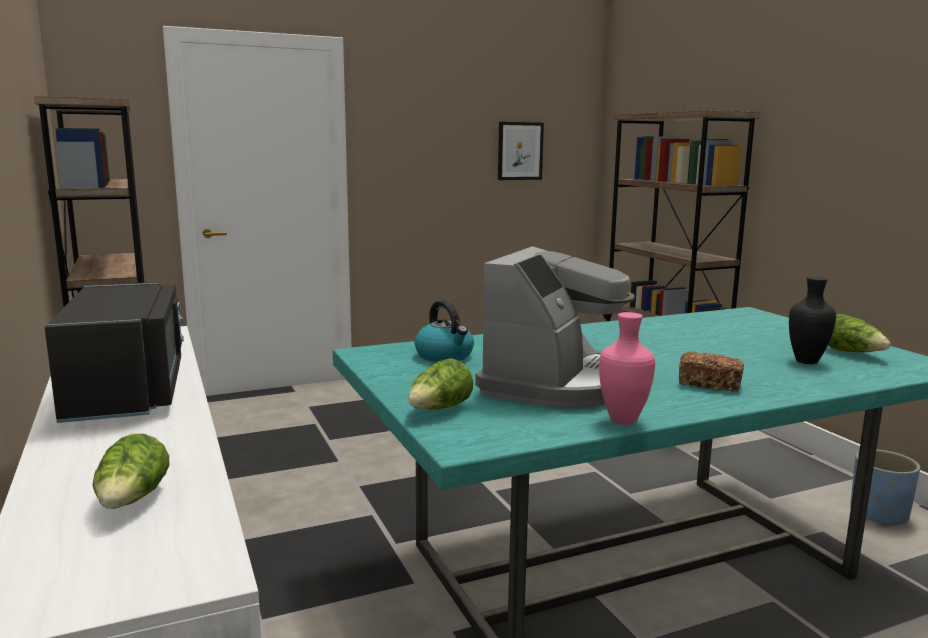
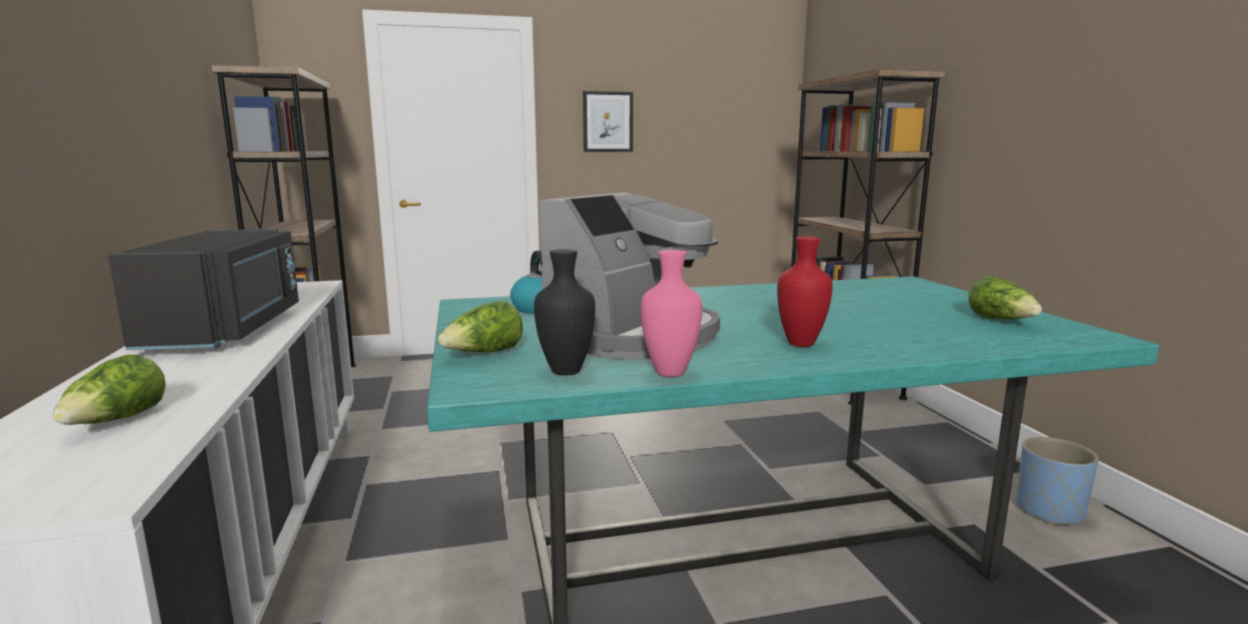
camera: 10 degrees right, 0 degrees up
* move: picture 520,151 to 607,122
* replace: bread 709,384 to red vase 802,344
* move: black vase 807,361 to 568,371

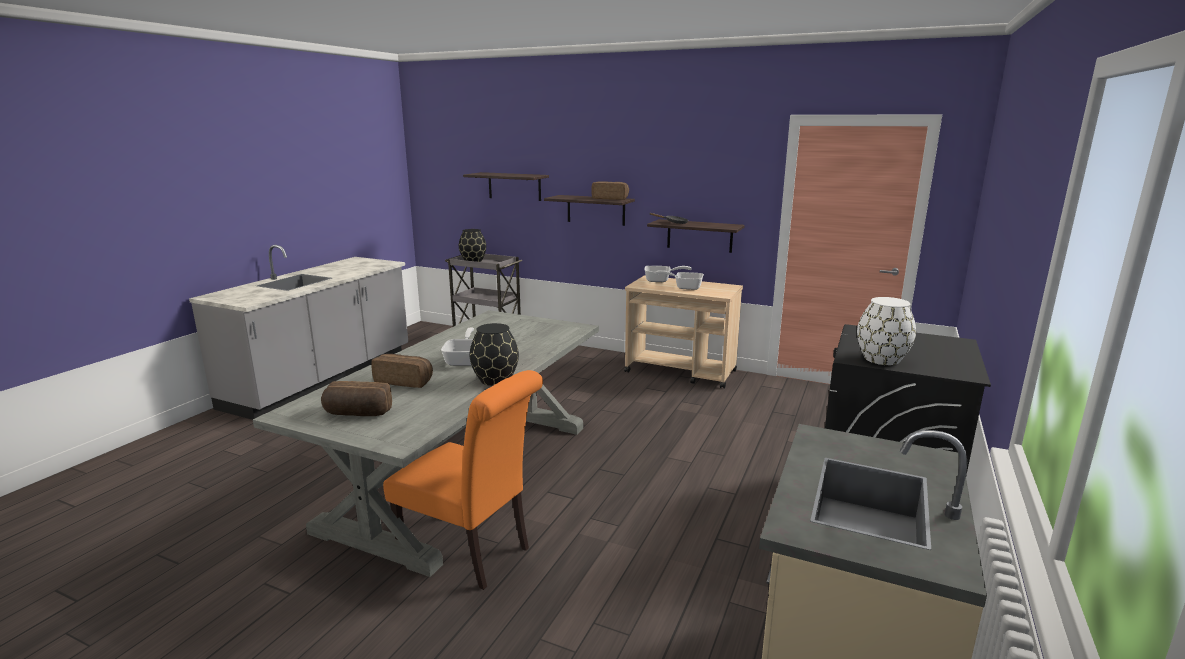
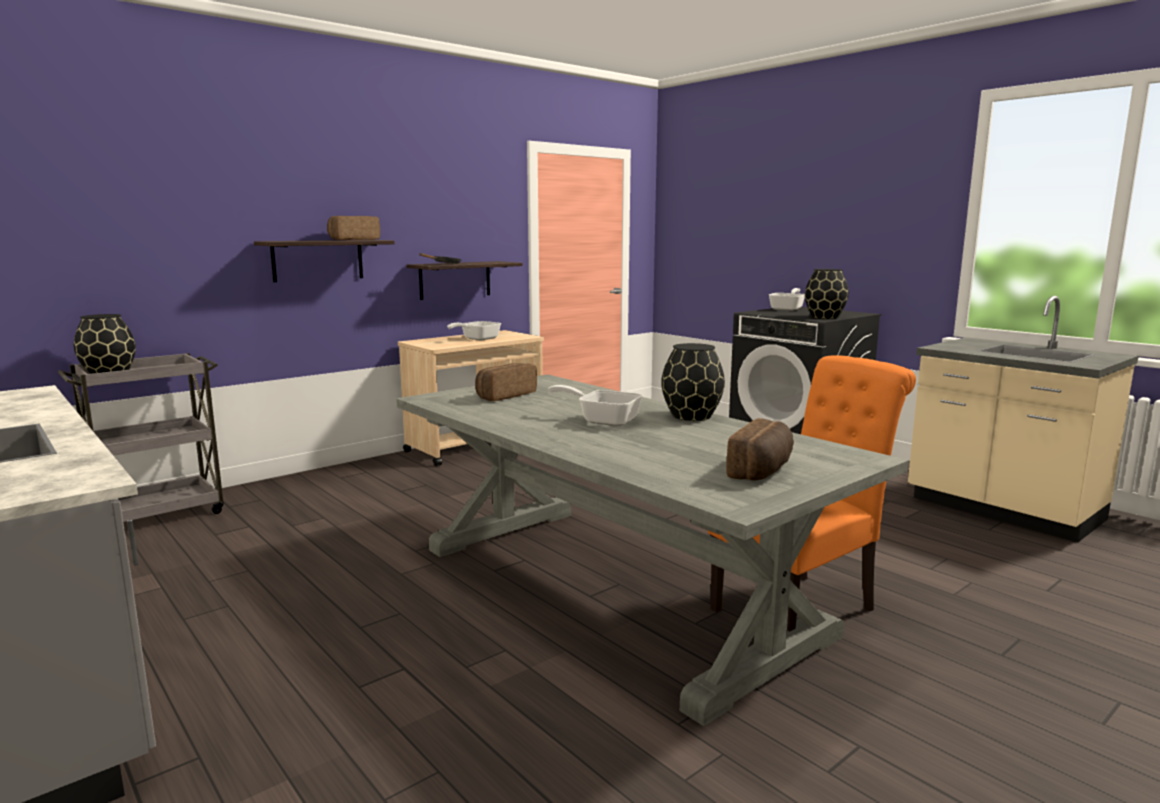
camera: 65 degrees left, 5 degrees down
* move: bread 405,381 to 504,395
* delete: shelf 514,186
* move: frying pan 661,280 to 788,309
* recolor: white vase 881,359 to black vase 825,317

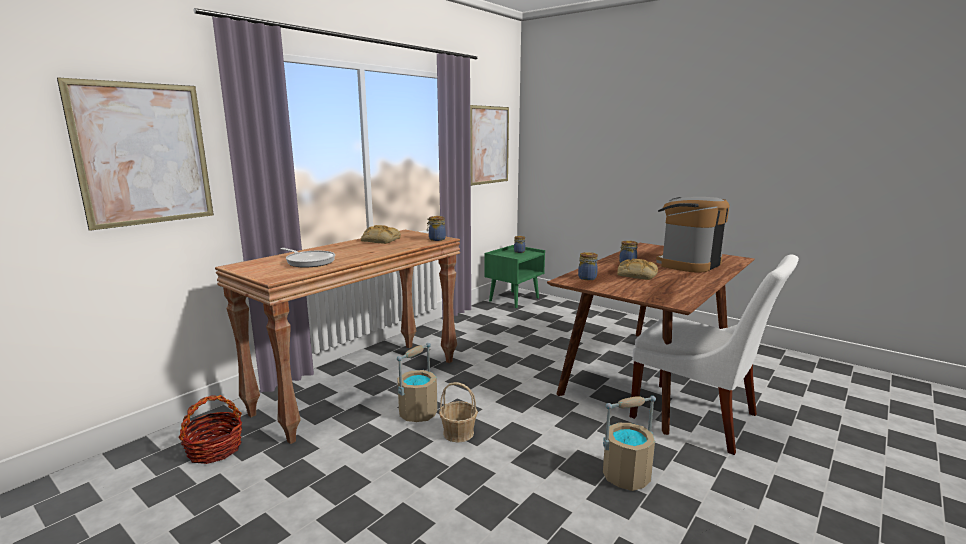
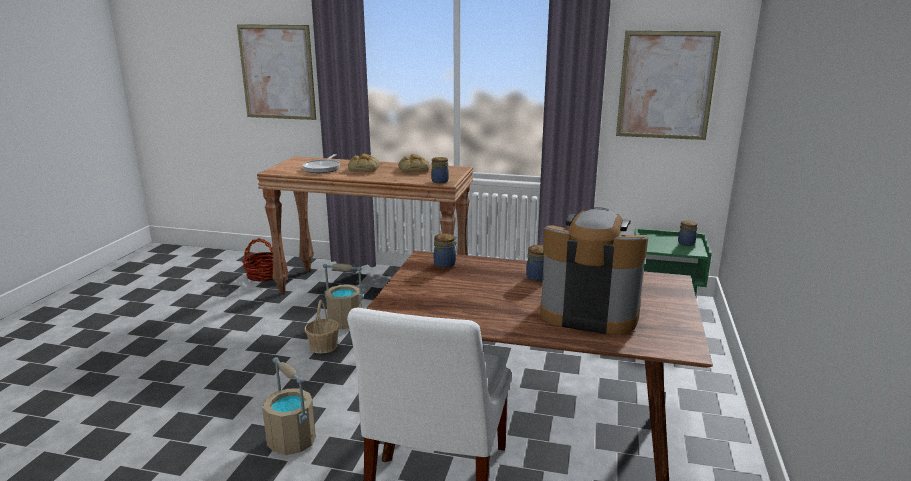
camera: 65 degrees right, 5 degrees up
* move: bread 636,275 to 363,168

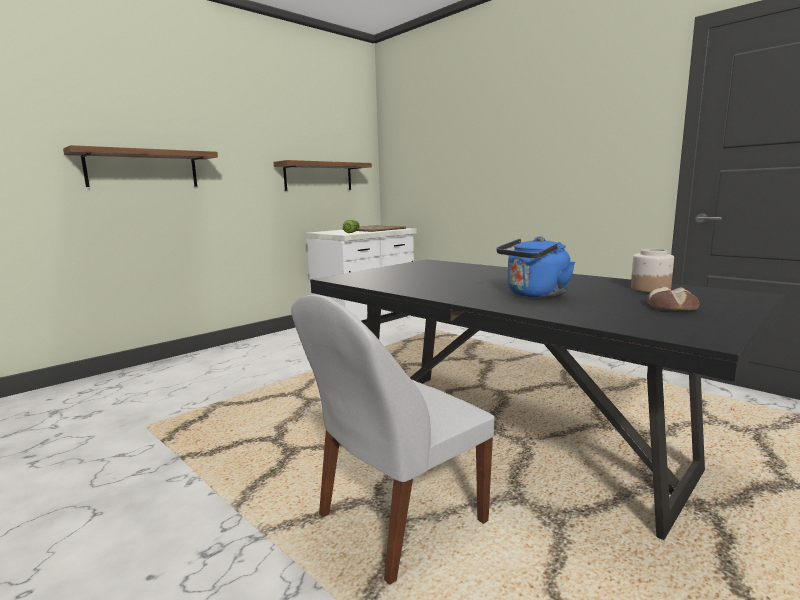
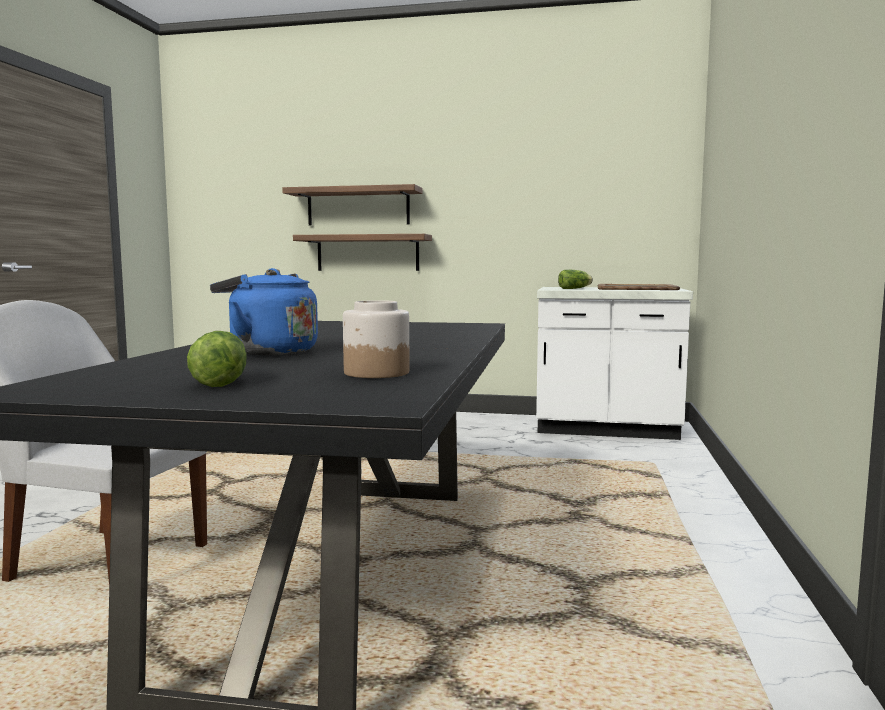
camera: 55 degrees right, 5 degrees down
* move: shelf 318,176 to 368,253
* replace: bread 671,307 to lettuce 221,381

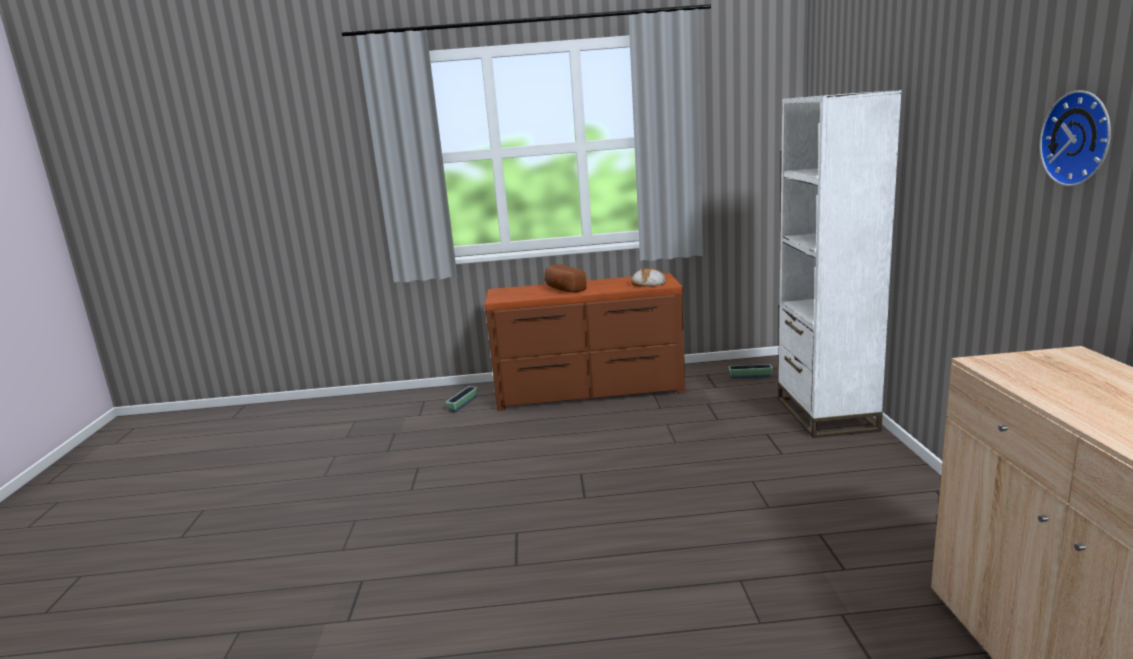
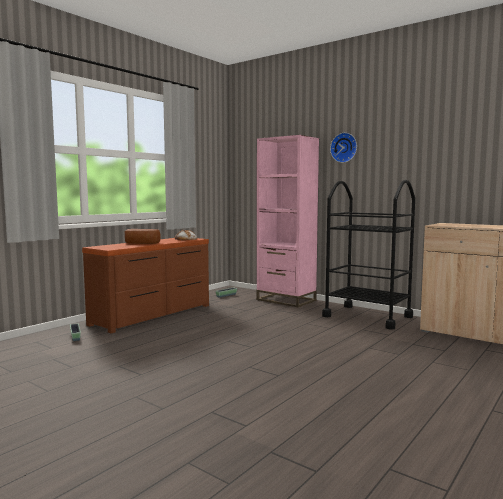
camera: 50 degrees left, 10 degrees down
* recolor: white bookcase 826,414 to pink bookcase 286,300
* move: wall clock 1080,138 to 344,147
* insert: black cart 367,316

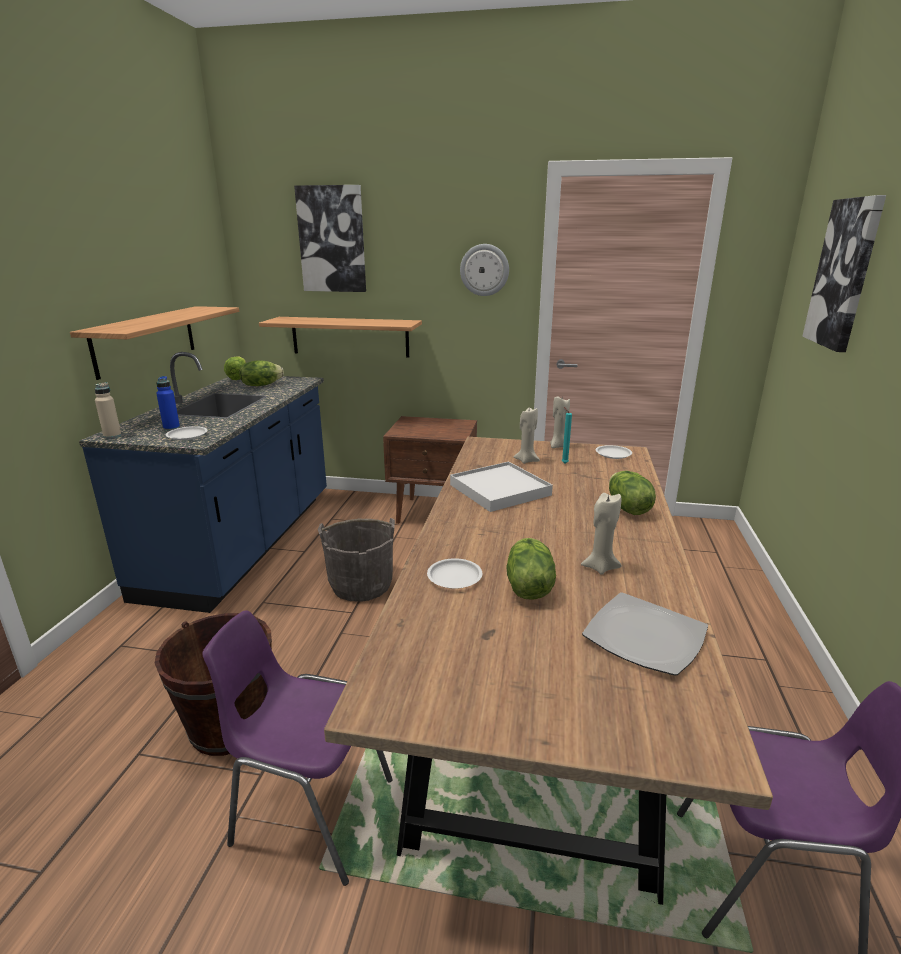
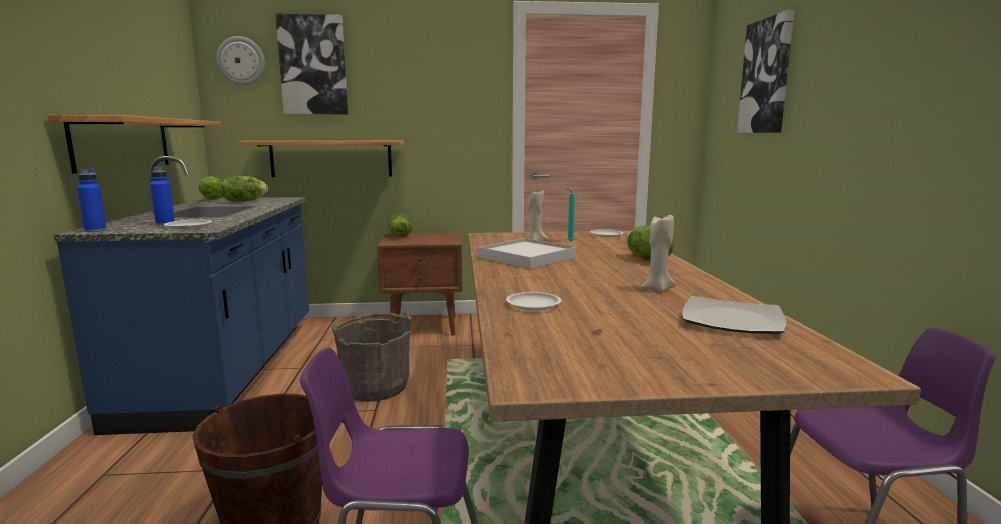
camera: 15 degrees left, 10 degrees down
* recolor: beige bottle 112,436 to blue bottle 95,230
* move: wall clock 484,270 to 241,61
* move: lettuce 527,587 to 400,235
* delete: beige candle 559,446

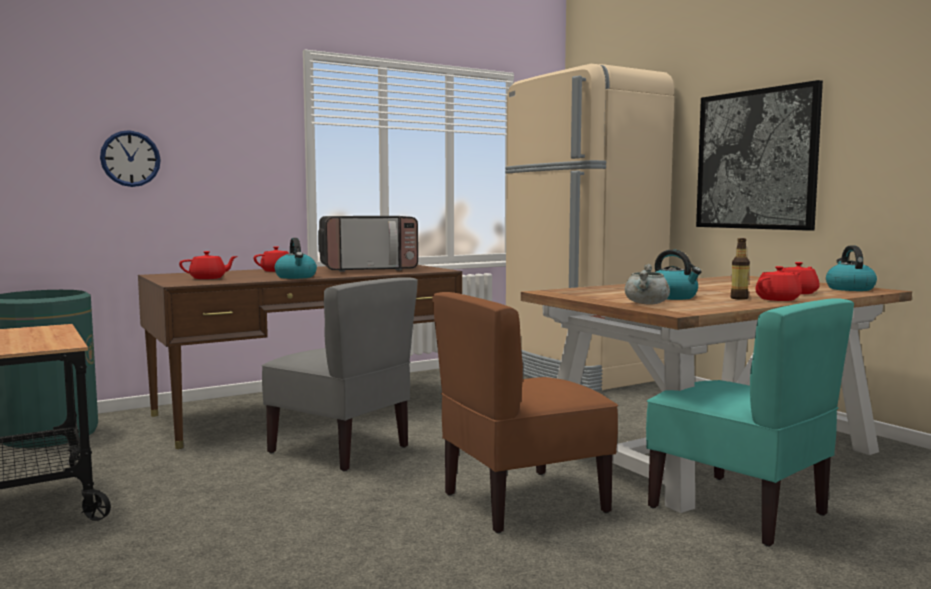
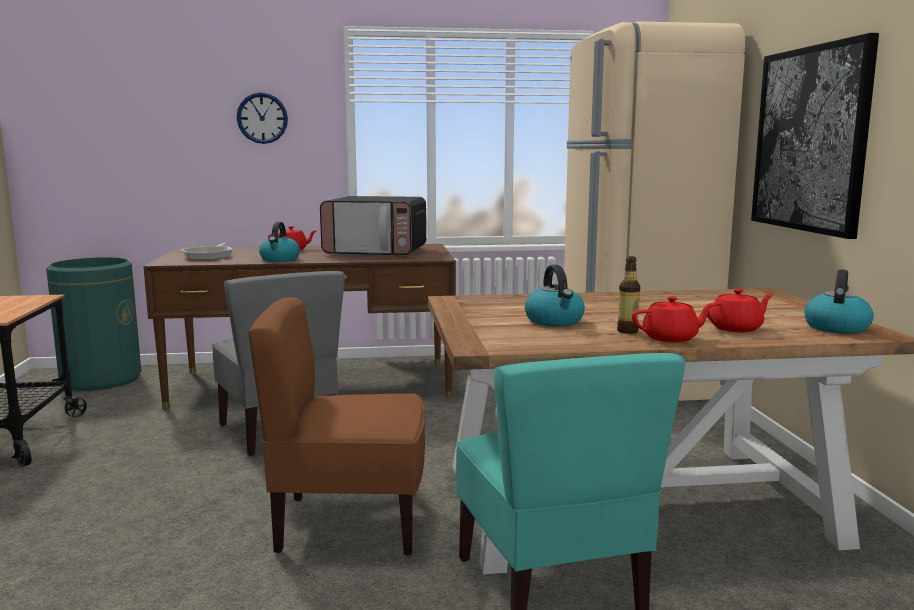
camera: 25 degrees right, 5 degrees up
* move: wall clock 130,158 to 262,118
* replace: red teapot 208,278 to frying pan 209,256
* delete: grey cooking pot 647,304

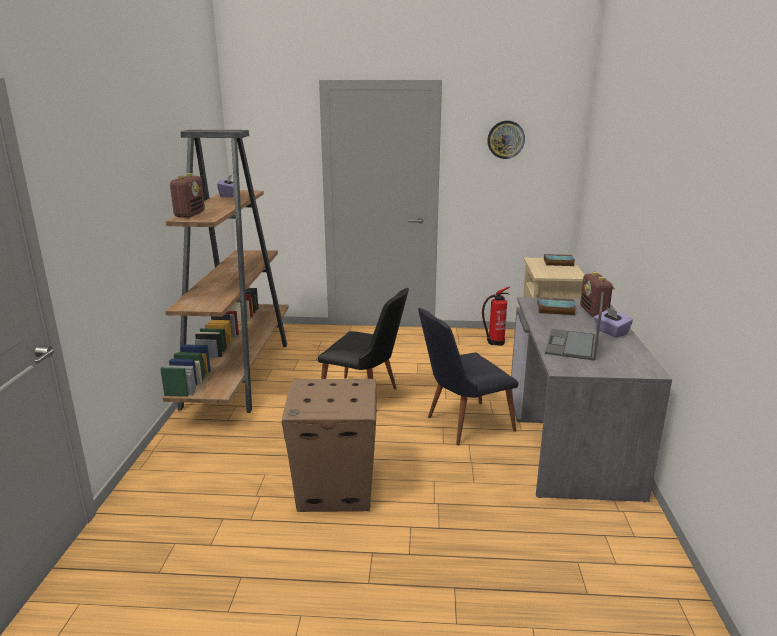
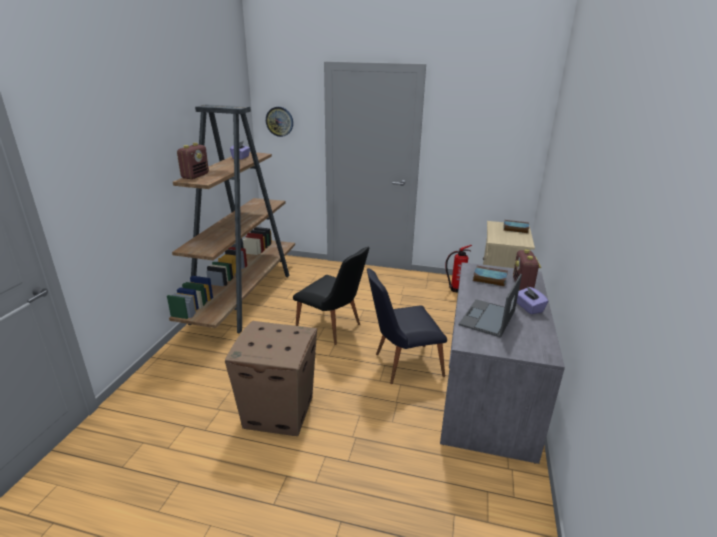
camera: 10 degrees right, 5 degrees up
* move: wall clock 505,139 to 279,121

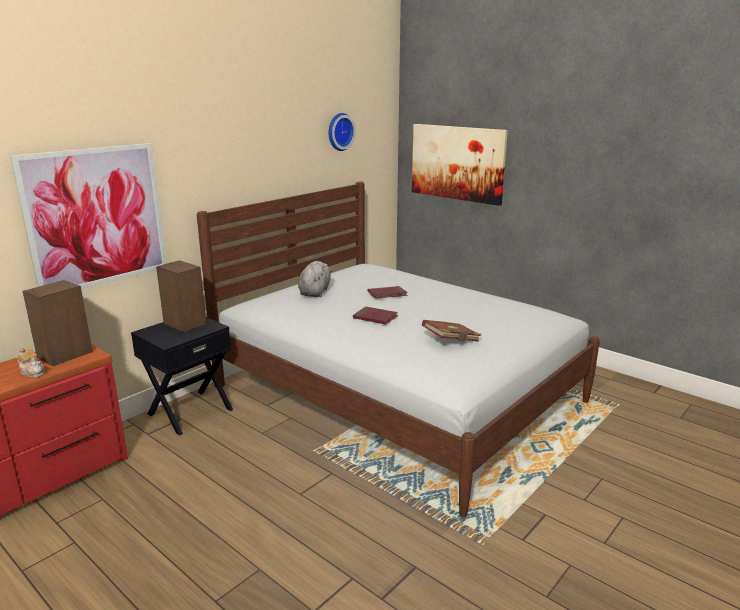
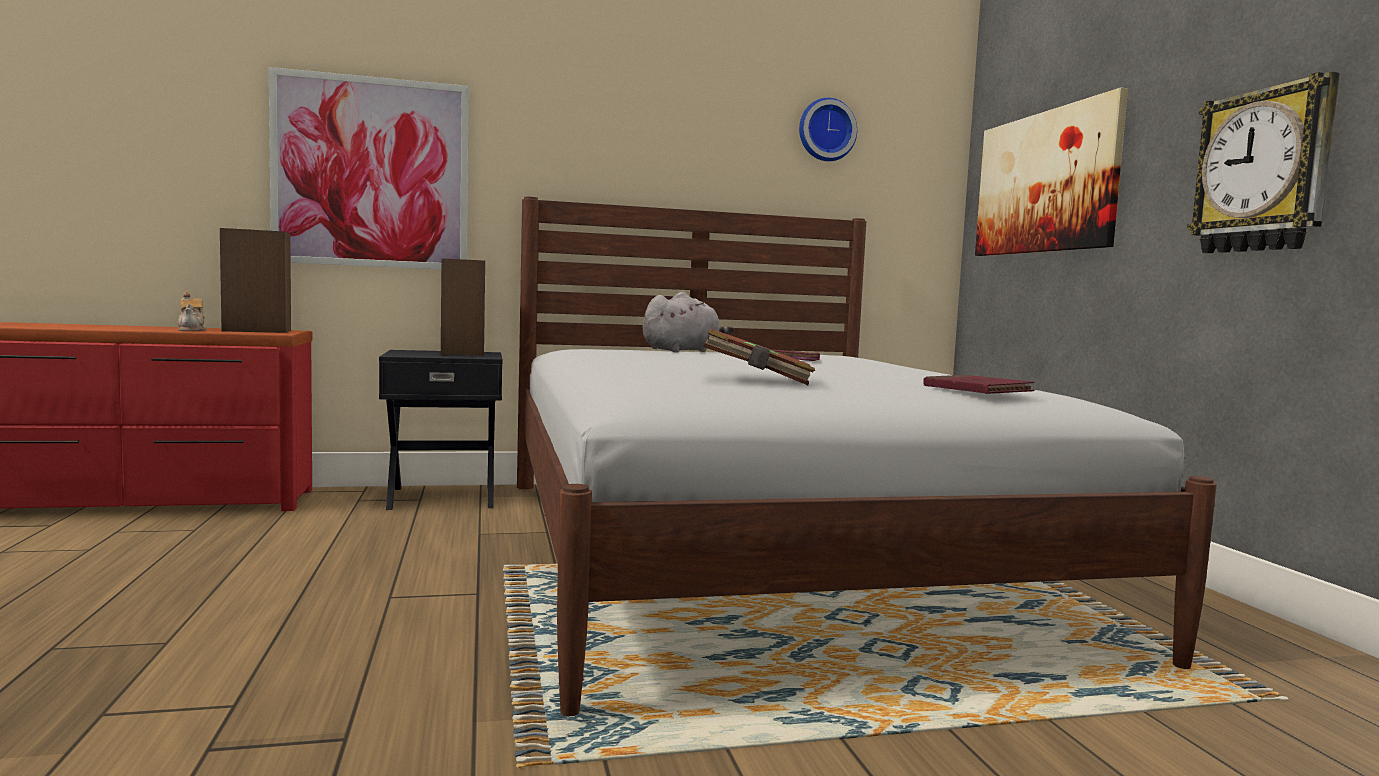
camera: 35 degrees right, 15 degrees down
* move: red book 375,318 to 976,390
* insert: wall clock 1263,171

